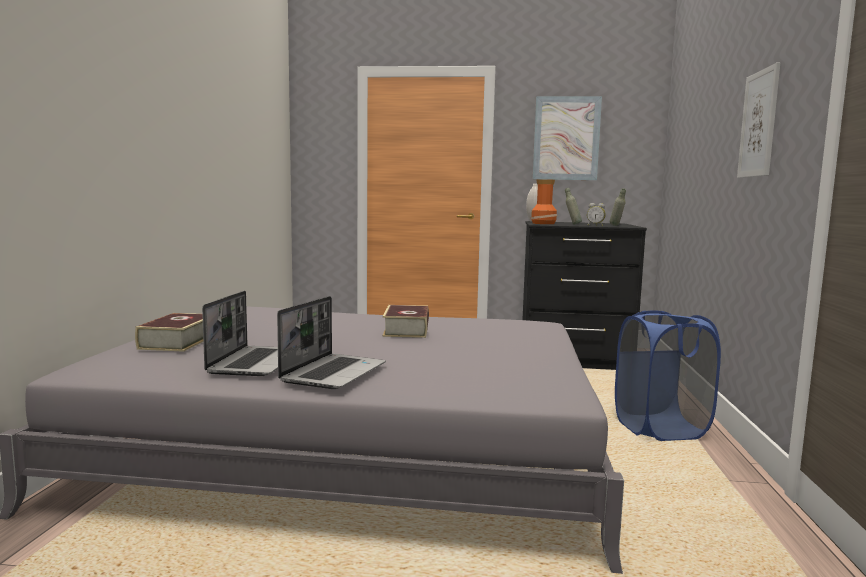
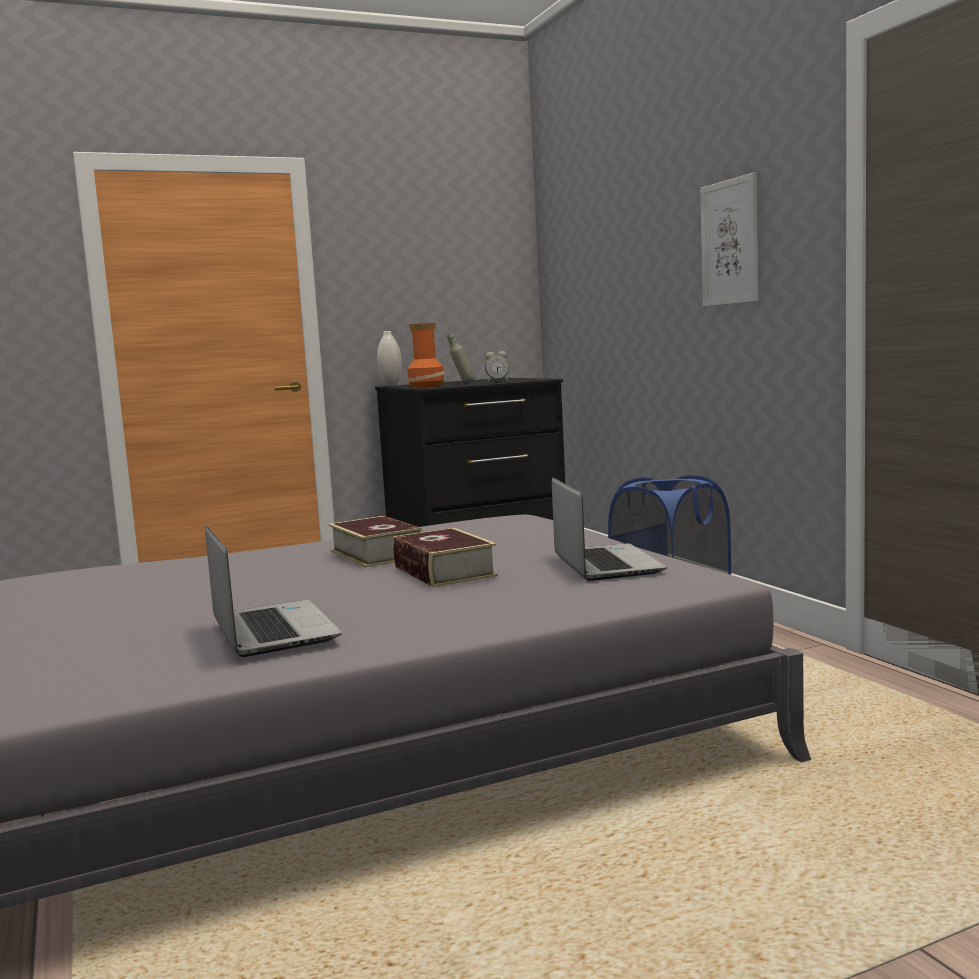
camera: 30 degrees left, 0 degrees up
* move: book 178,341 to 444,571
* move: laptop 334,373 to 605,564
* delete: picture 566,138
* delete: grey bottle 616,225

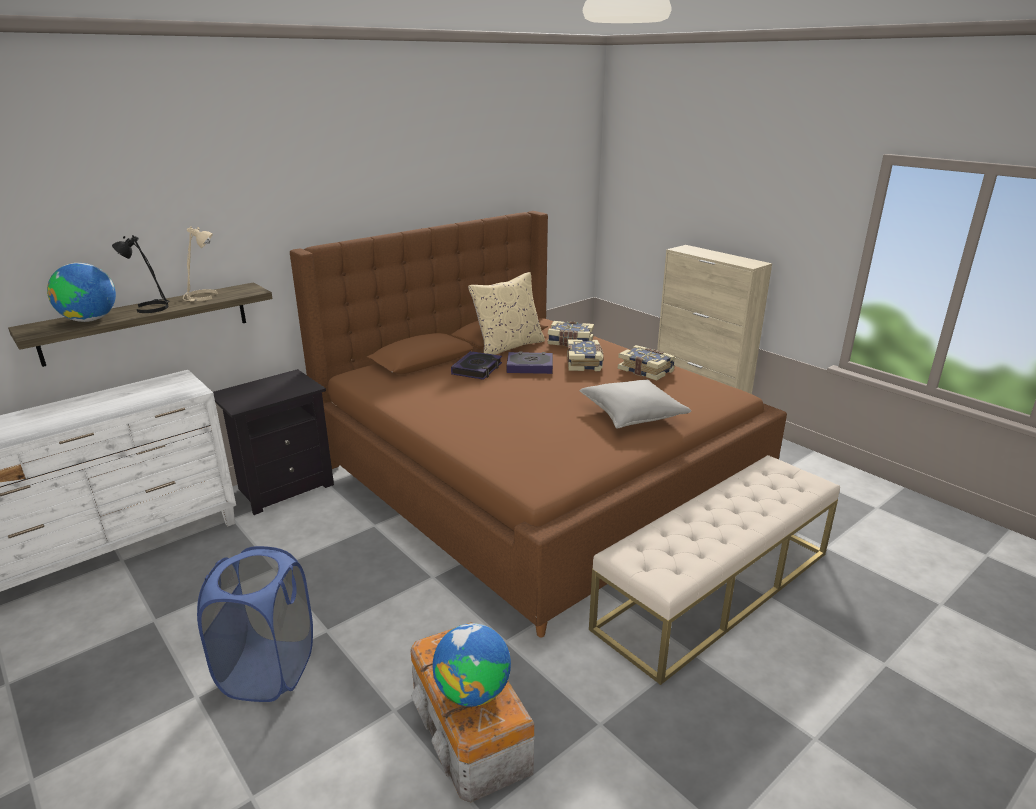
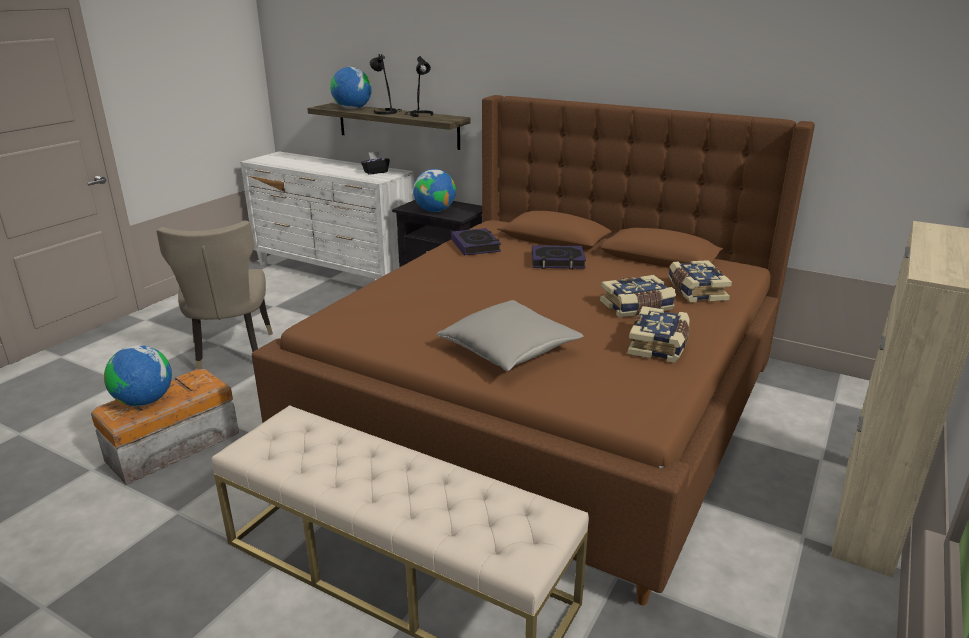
camera: 70 degrees right, 0 degrees up
* recolor: beige table lamp 202,297 to black table lamp 420,115
* replace: blue laundry basket 268,671 to beige chair 231,354
* delete: beige pillow 508,346
* move: book 530,366 to 476,246
* insert: black tissue box 375,172
* insert: globe 435,211

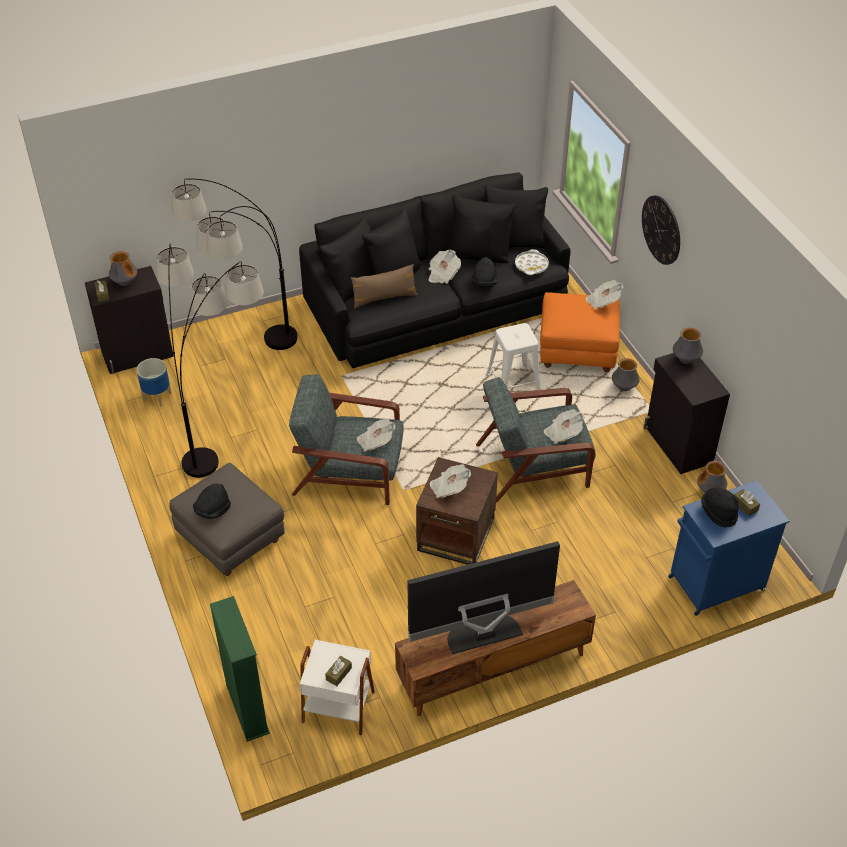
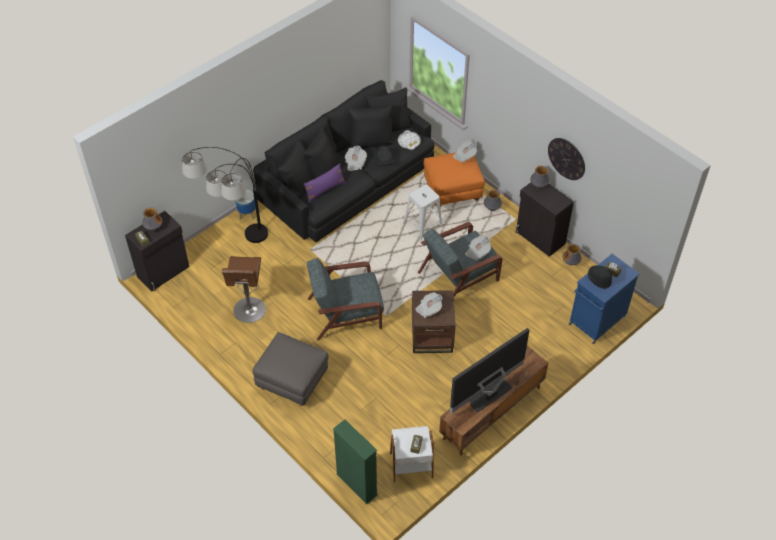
camera: 20 degrees left, 5 degrees up
* move: planter 157,396 to 247,214
* replace: floor lamp 220,433 to brown stool 249,312
* delete: black hat 213,510
* recolor: brown pillow 384,298 to purple pillow 324,190
* delete: newspaper 375,441
* move: wall clock 661,229 to 566,158

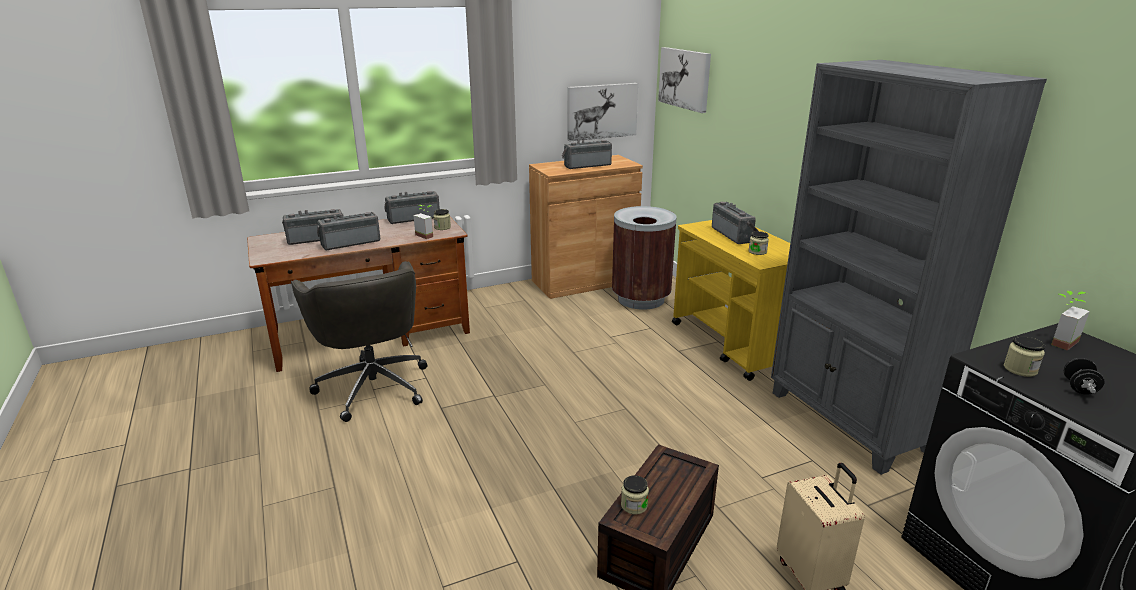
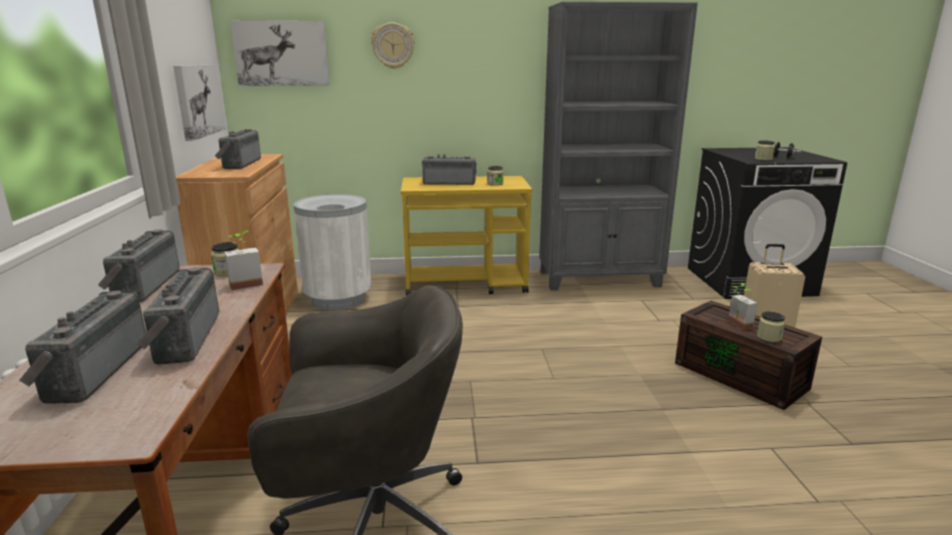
camera: 70 degrees left, 5 degrees down
* recolor: brown trash can 641,299 to white trash can 338,299
* move: potted plant 1057,341 to 736,324
* insert: wall clock 393,46

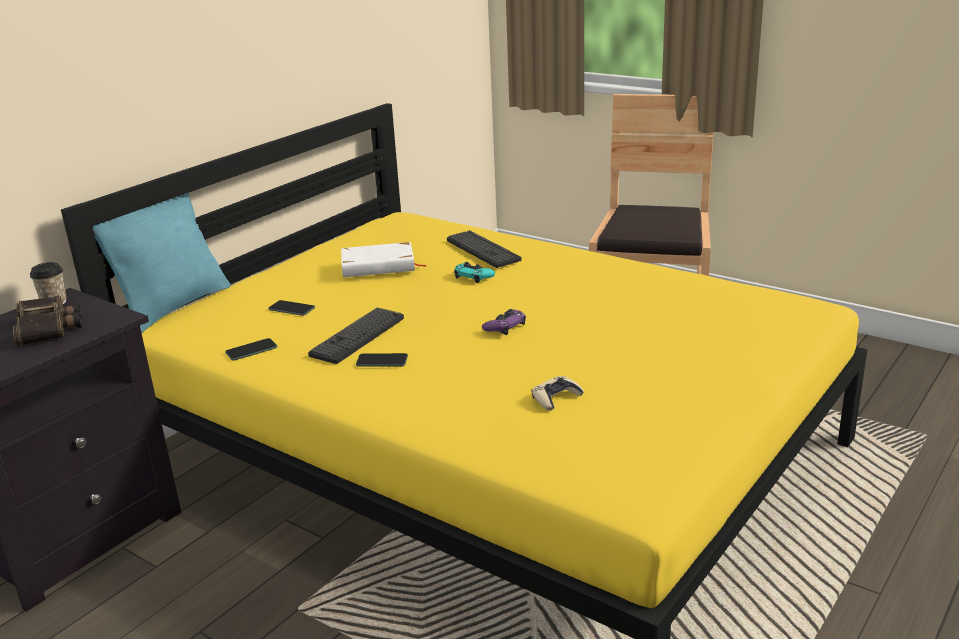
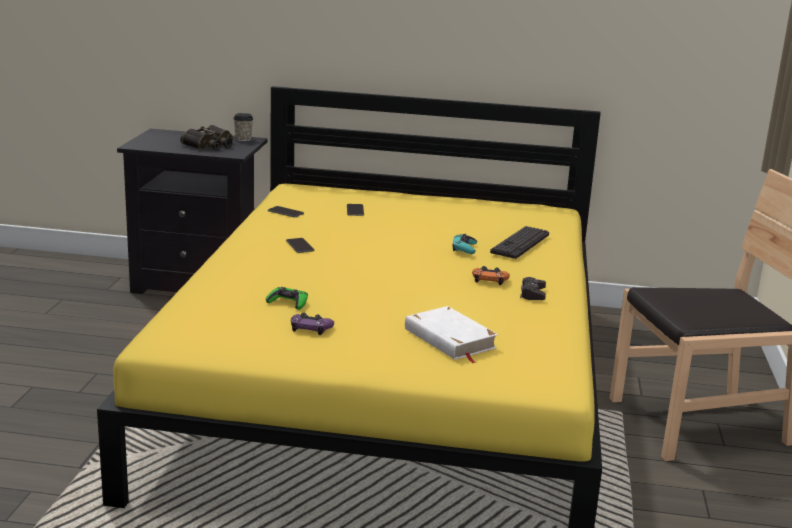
camera: 60 degrees right, 5 degrees down
* delete: turquoise pillow 173,307
* delete: keyboard 358,336
* move: white book 378,266 to 449,339
* move: purple game controller 505,326 to 310,328
* recolor: beige game controller 556,398 to green game controller 288,302
* insert: orange game controller 489,279
* insert: black game controller 532,294

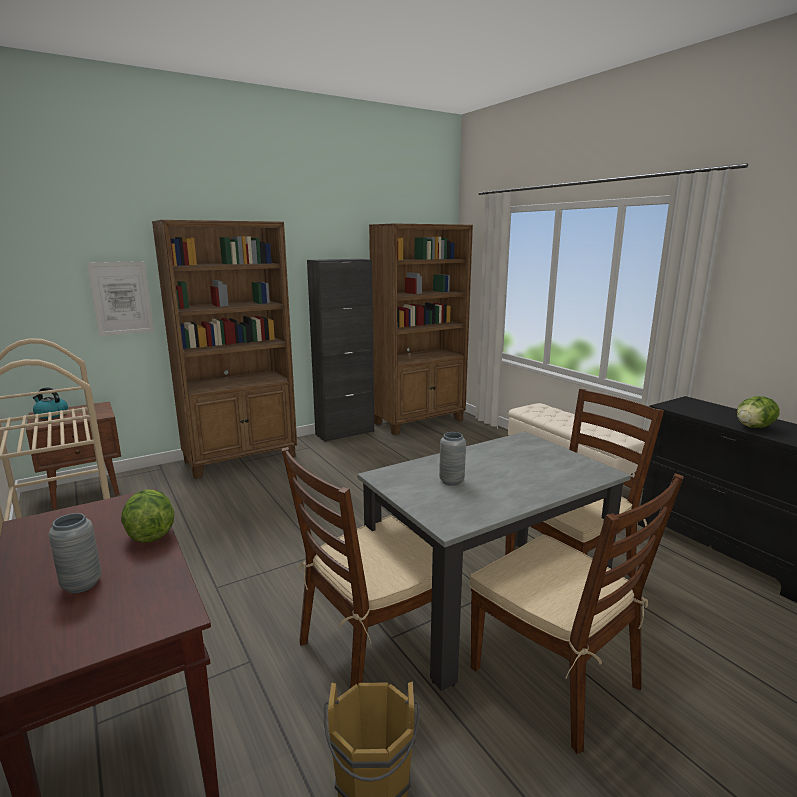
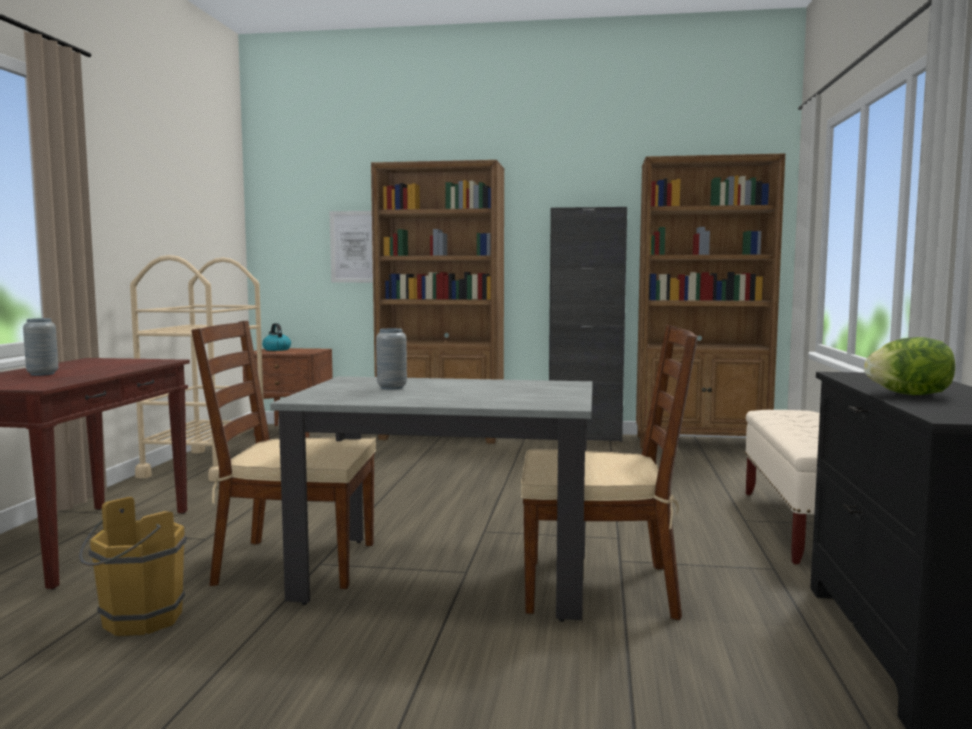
camera: 40 degrees right, 10 degrees down
* delete: lettuce 150,534
* delete: brown chair 556,678

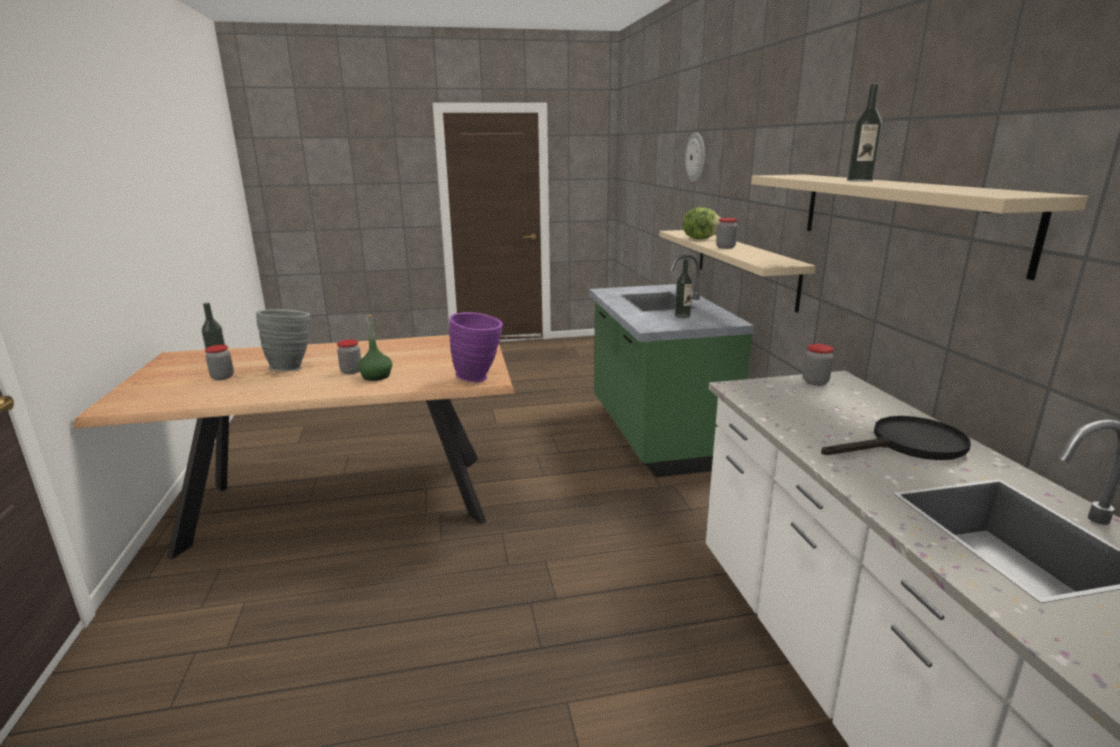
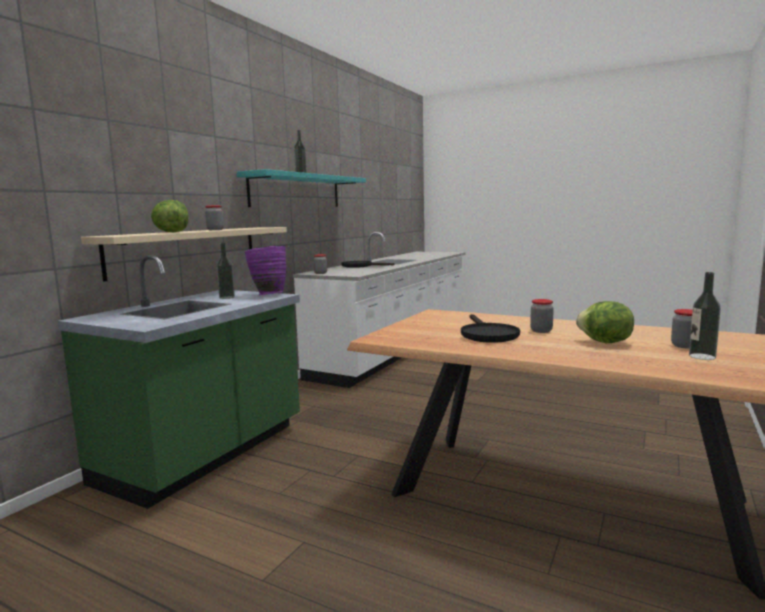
camera: 140 degrees left, 10 degrees down
* replace: grey vase 292,368 to lettuce 604,342
* delete: green bottle 376,376
* move: purple vase 479,378 to 267,295
* delete: wall clock 696,157
* recolor: beige shelf 901,216 to turquoise shelf 297,191
* insert: black frying pan 487,334

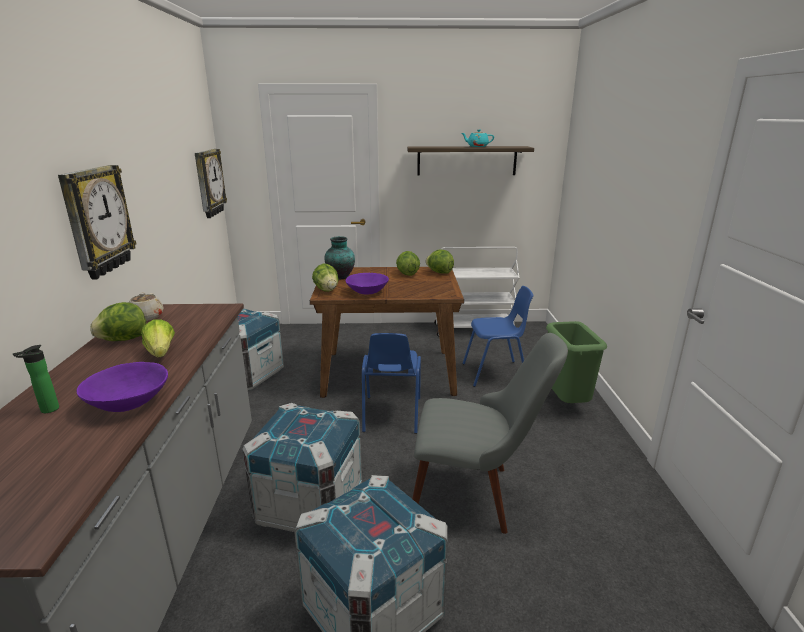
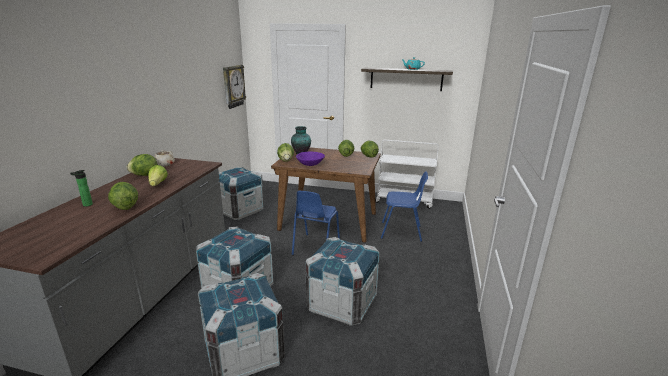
camera: 15 degrees right, 0 degrees up
* delete: wall clock 97,221
* replace: purple bowl 129,402 to lettuce 125,207
* replace: grey chair 475,494 to crate 342,304
* delete: green trash can 566,403

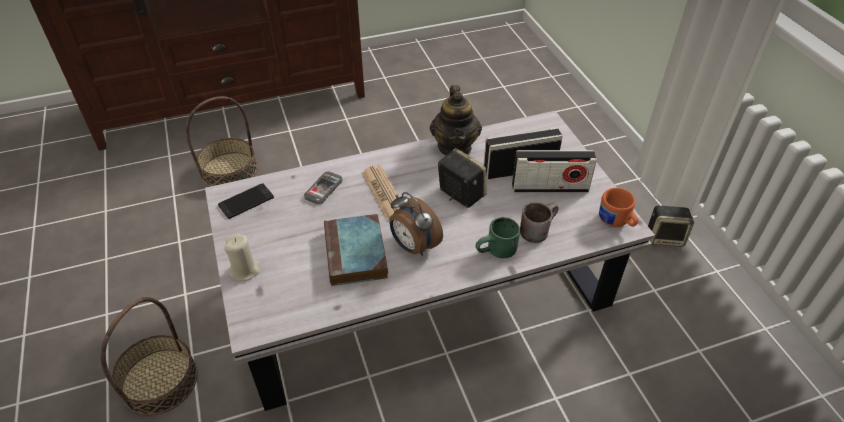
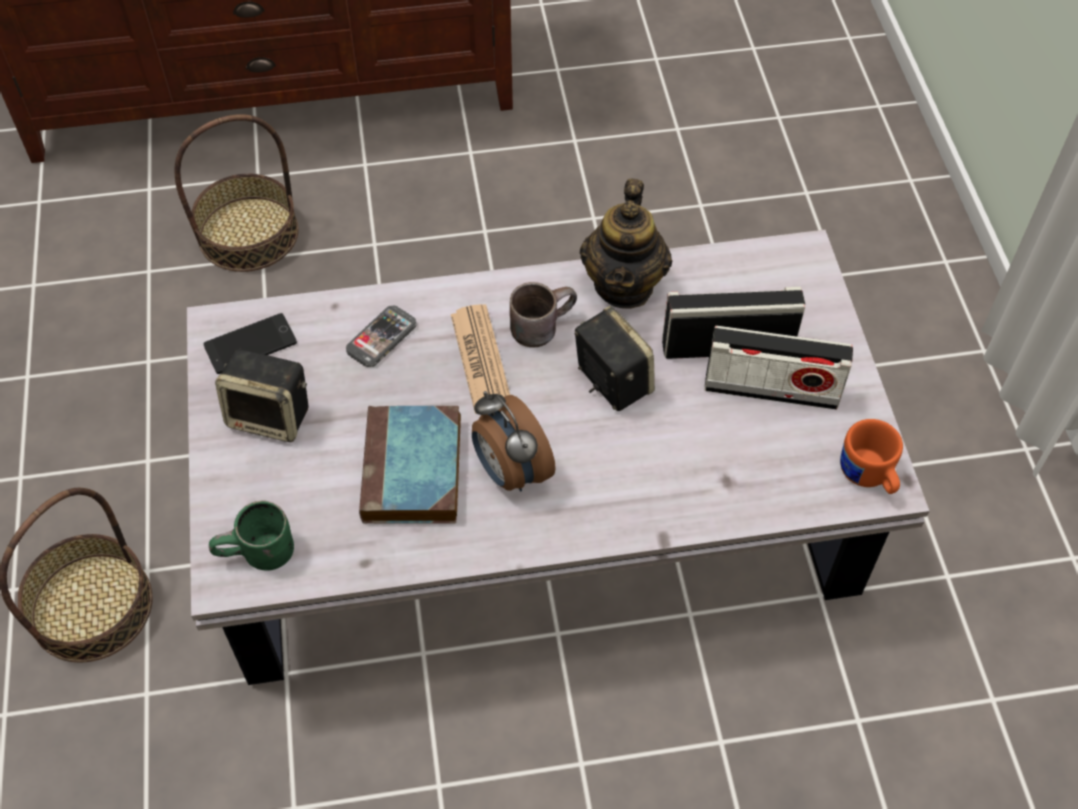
camera: 10 degrees right, 10 degrees up
* delete: beige candle 245,270
* move: green mug 498,253 to 259,557
* move: brown mug 536,229 to 540,324
* move: speaker 665,237 to 271,416

